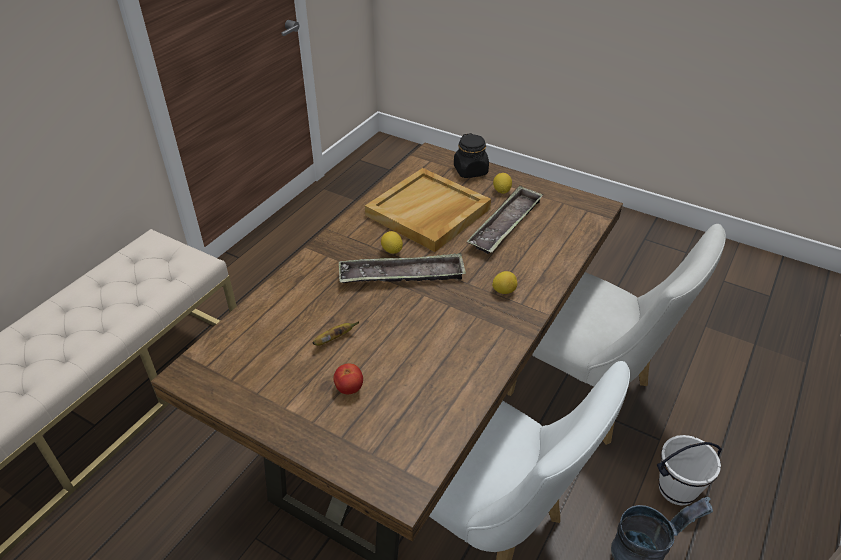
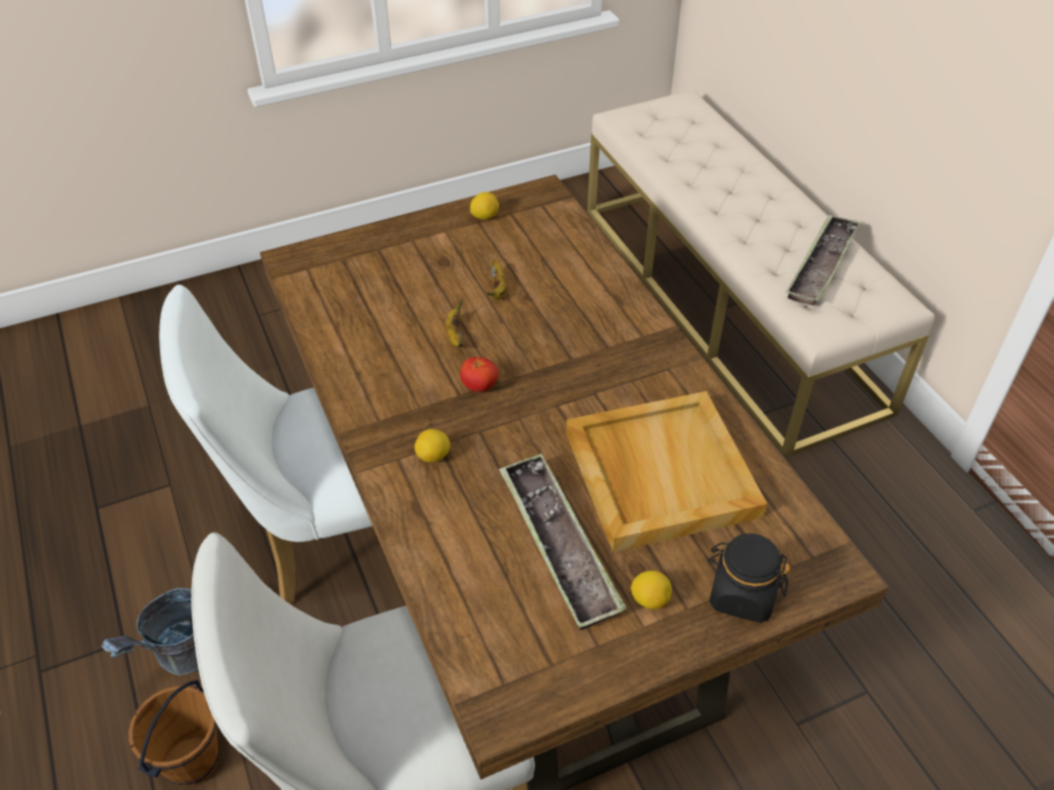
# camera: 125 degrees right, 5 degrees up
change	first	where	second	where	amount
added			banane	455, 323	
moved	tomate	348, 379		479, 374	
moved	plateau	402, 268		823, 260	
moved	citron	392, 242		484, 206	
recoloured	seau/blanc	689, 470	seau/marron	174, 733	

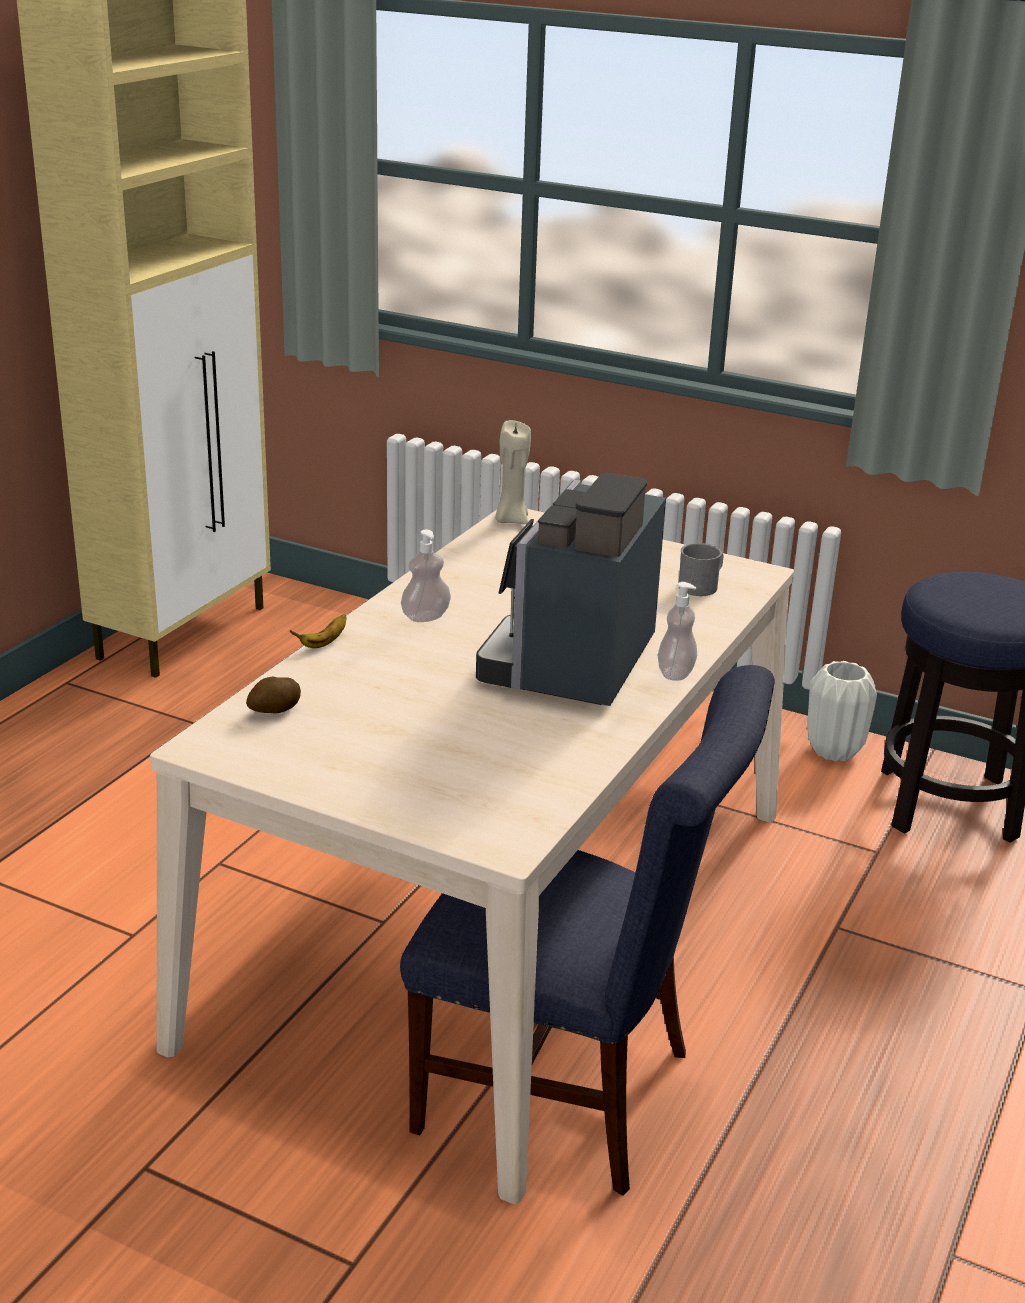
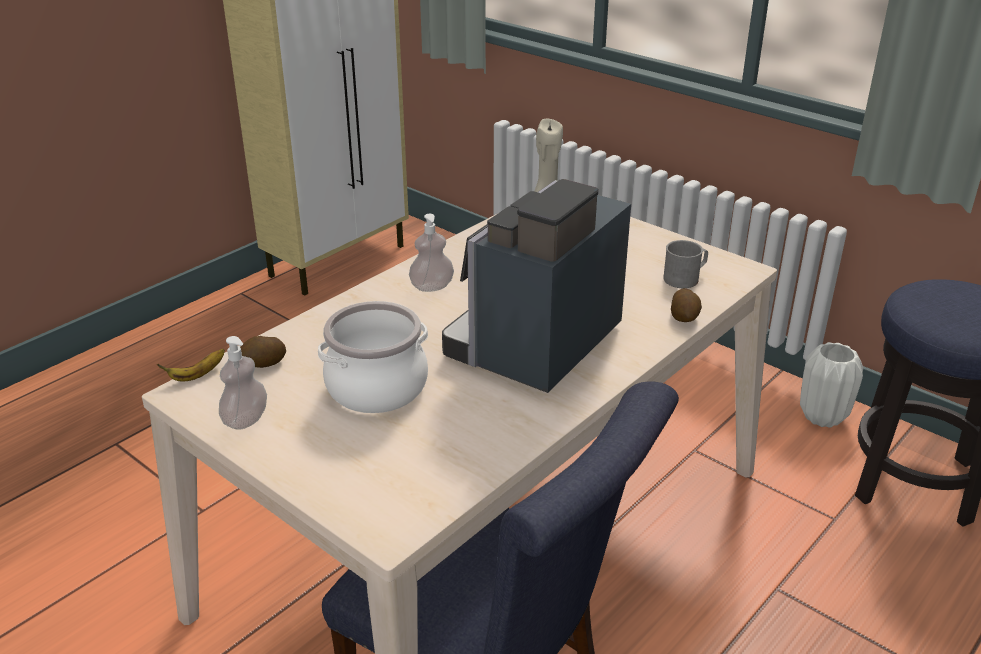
# camera: 15 degrees right, 5 degrees up
change	first	where	second	where	amount
added			marmite	373, 357	
added			pomme de terre	686, 305	
moved	banane	318, 631		191, 365	
moved	distributeur de savon	677, 631		243, 383	

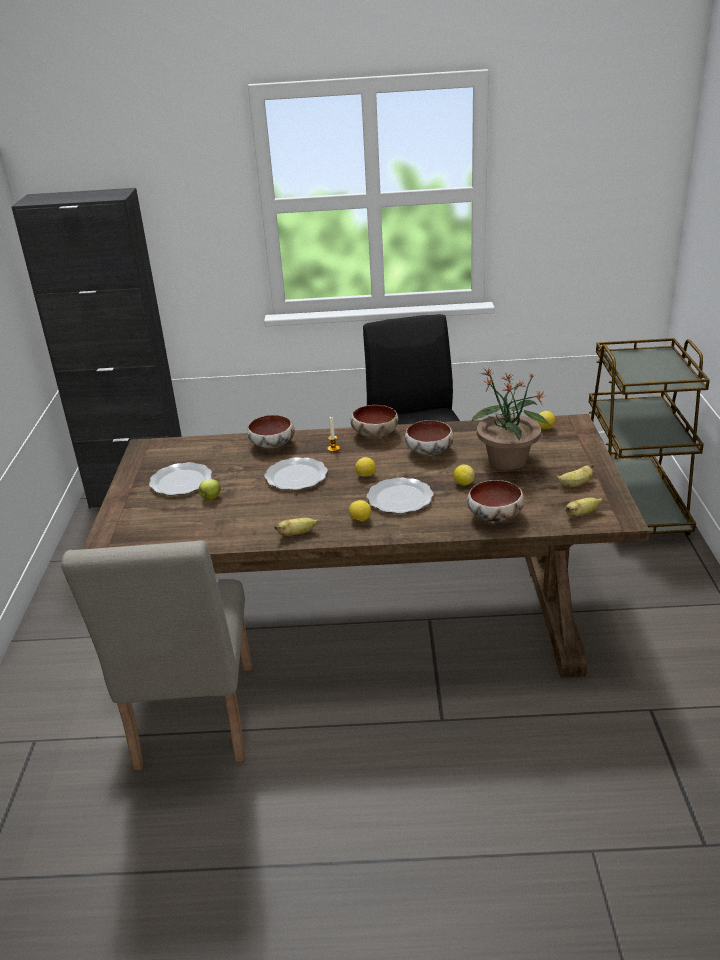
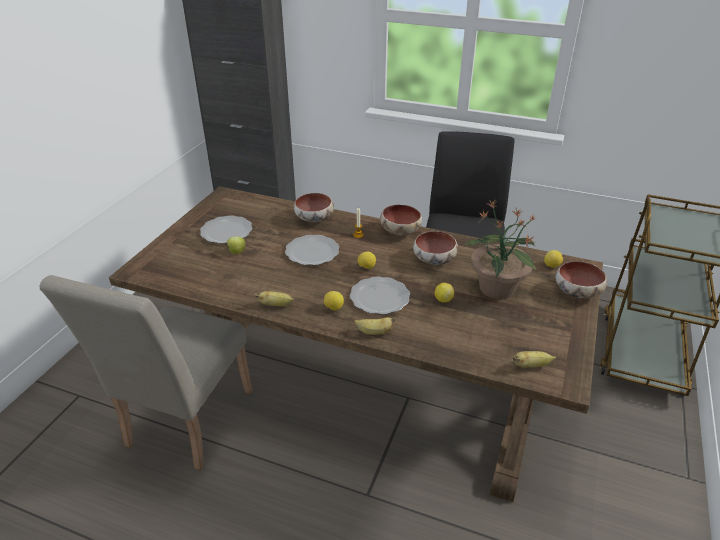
# camera: 20 degrees right, 5 degrees up
change	first	where	second	where	amount
moved	bol	496, 500		581, 279	
moved	banane	574, 475		375, 326	

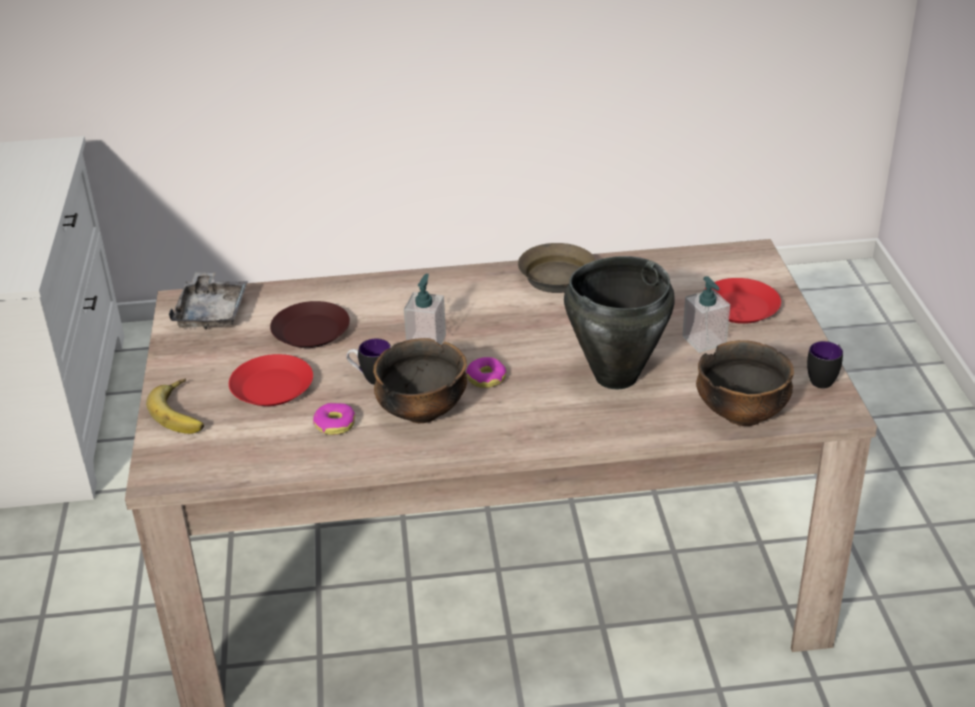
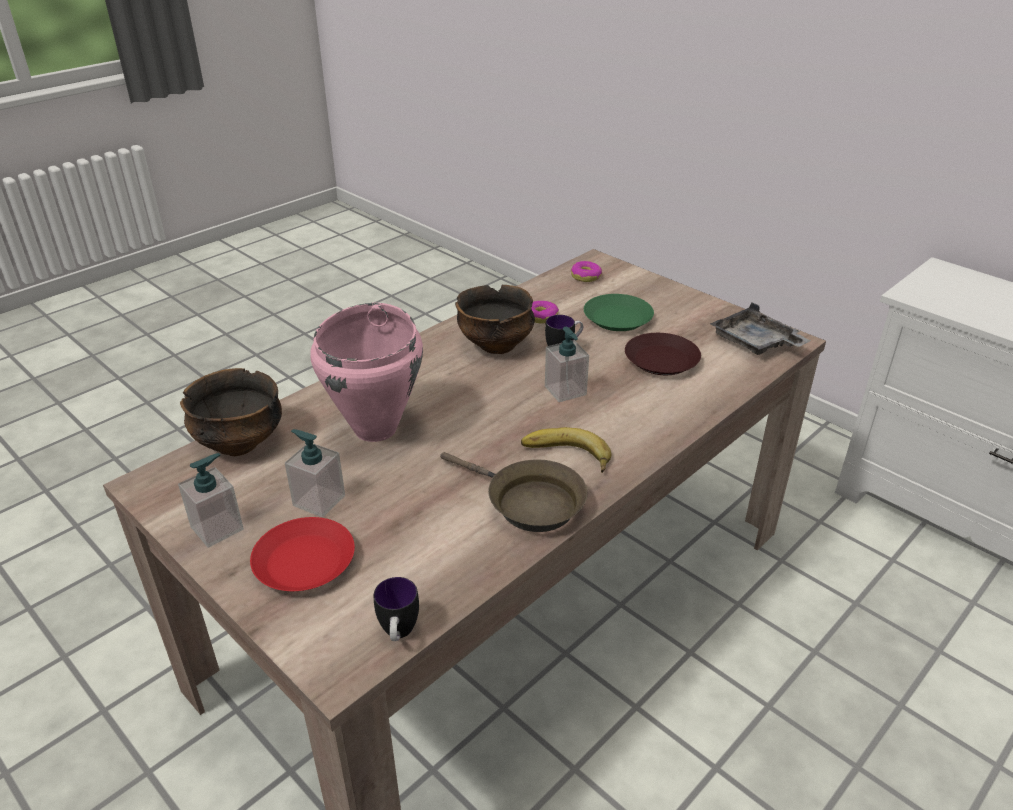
# camera: 140 degrees right, 0 degrees up
change	first	where	second	where	amount
added			distributeur de savon	211, 500	
moved	banane	175, 406		566, 450	
moved	beignet	486, 372		586, 271	
moved	mug	825, 364		396, 609	
recoloured	assiette/rouge	271, 380	assiette/vert	619, 312	
recoloured	marmite/noir	619, 322	marmite/rose	366, 372	

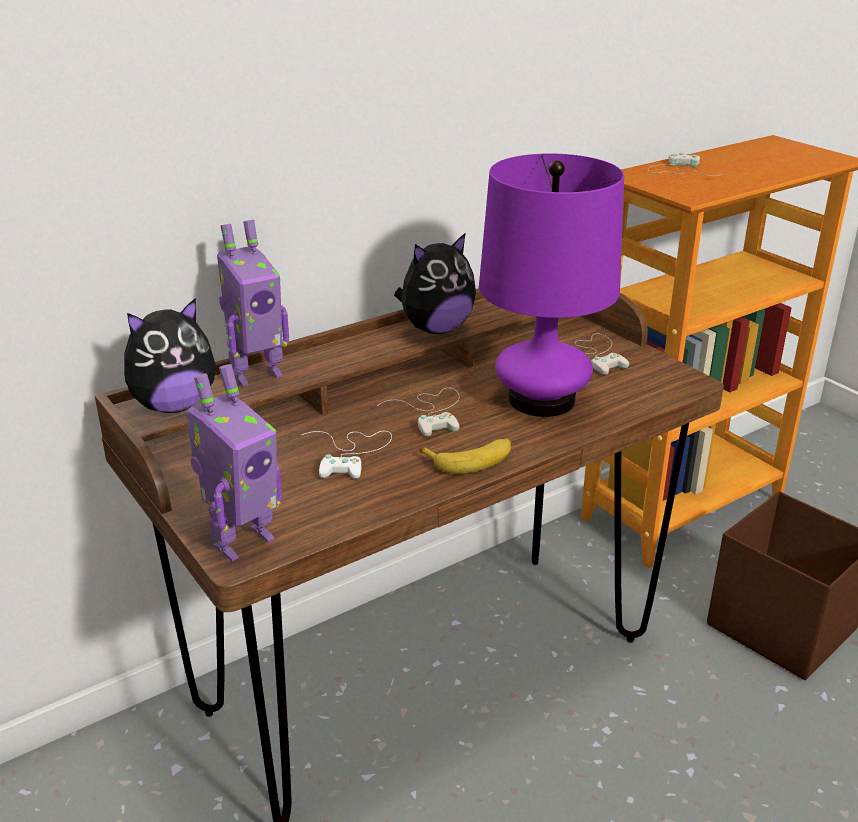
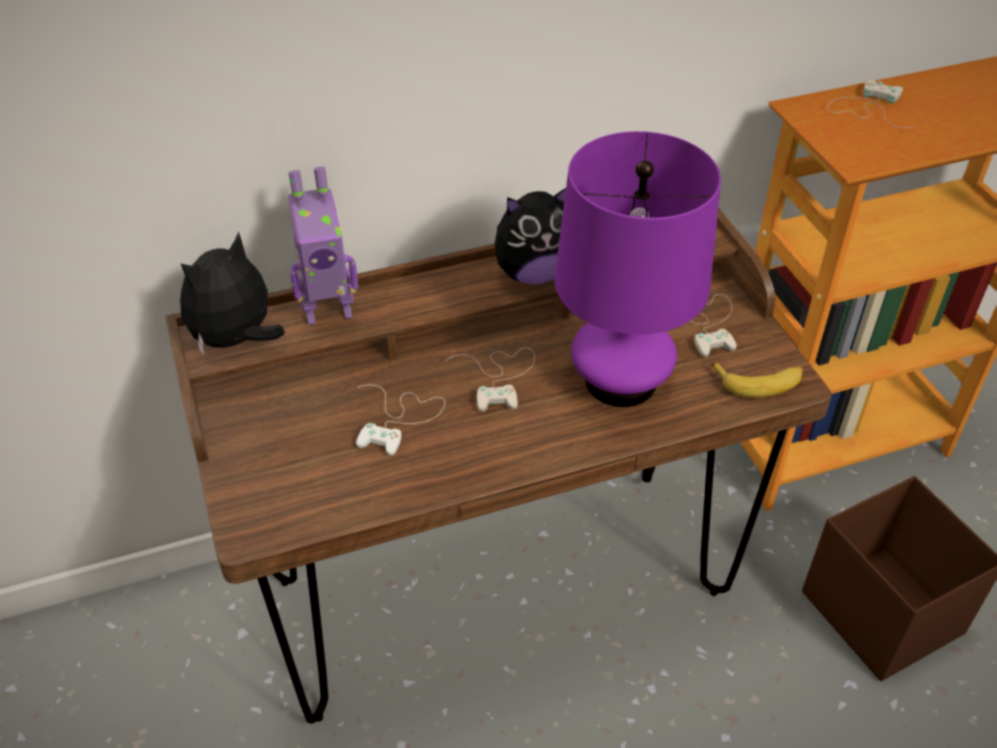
# camera: 15 degrees right, 15 degrees up
change	first	where	second	where	amount
removed	robot jouet	234, 462			
moved	banane	465, 456		757, 380	
turned	peluche	170, 356		232, 294	150 degrees clockwise

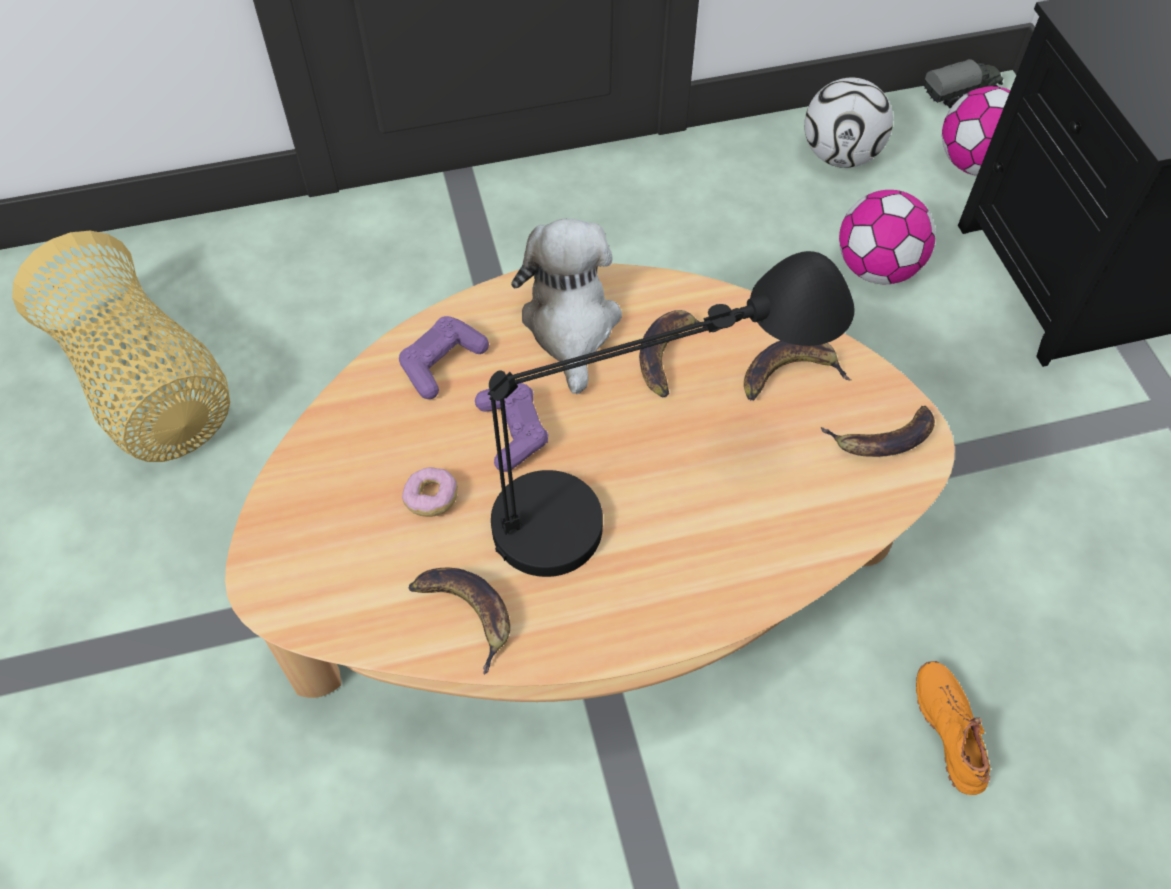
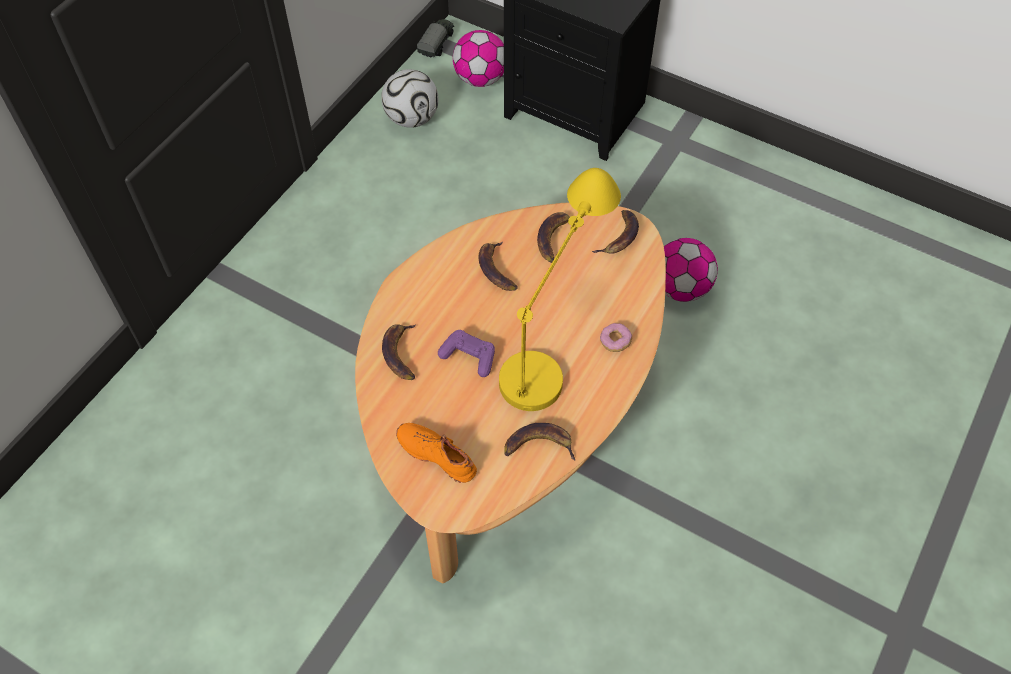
# camera: 45 degrees left, 0 degrees up
change	first	where	second	where	amount
removed	panier	121, 346			
removed	peluche	566, 306			
moved	beignet	430, 492		616, 337	
moved	ballon de foot	887, 237		691, 270	
moved	chaussure/orange	953, 728		436, 453	
replaced	manette/violet	444, 357	banane	399, 352	
recoloured	lampe de table/noir	671, 414	lampe de table/jaune	560, 289	

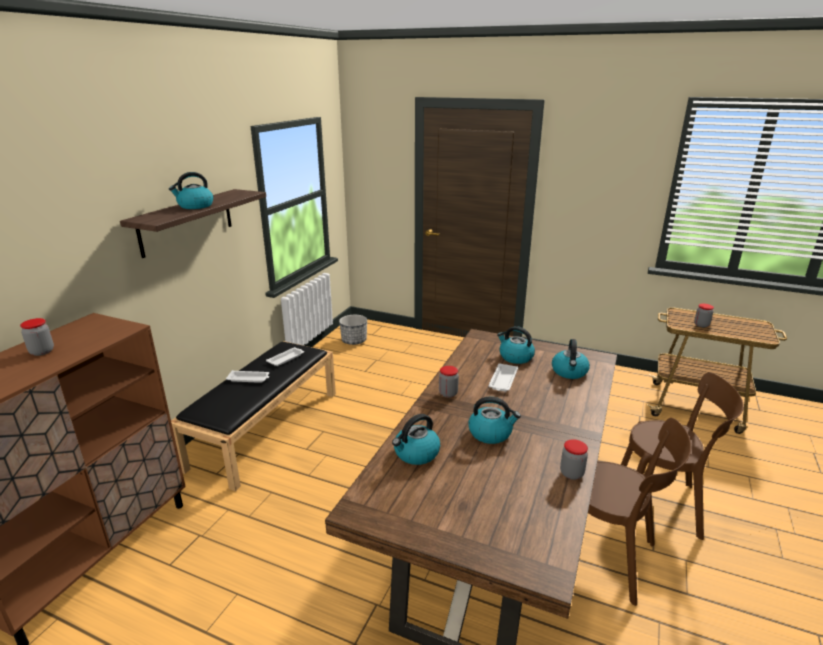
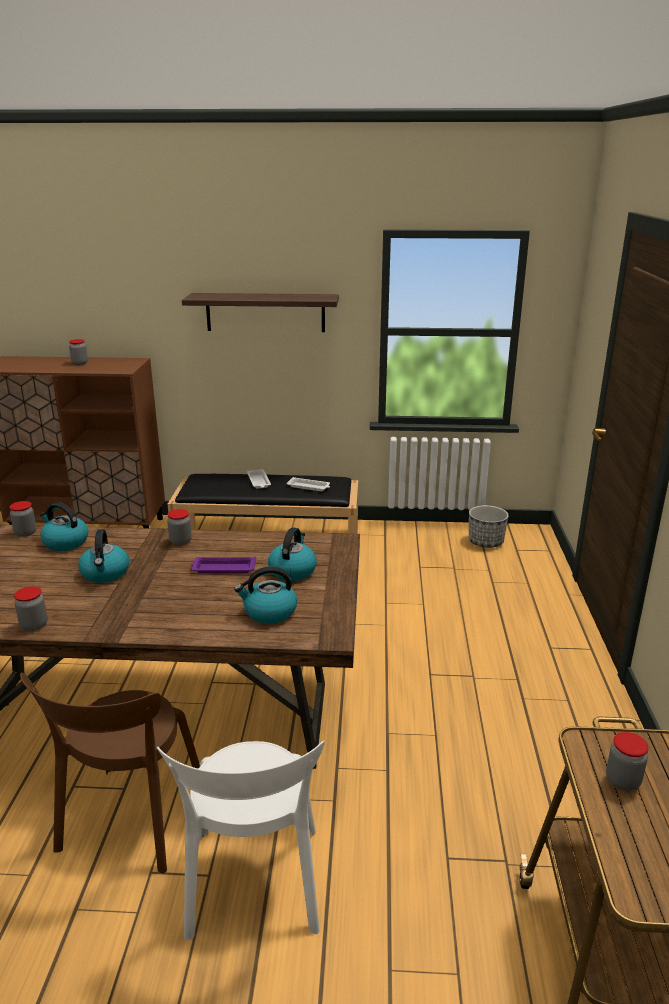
# camera: 70 degrees right, 0 degrees up
change	first	where	second	where	amount
removed	bouilloire	191, 190			
added			bocal	22, 519	
recoloured	plateau/blanc	503, 377	plateau/violet	223, 565	
recoloured	chaise/marron	682, 456	chaise/blanc	241, 840	

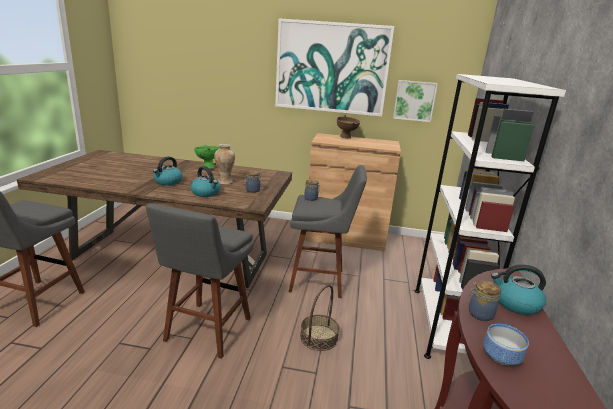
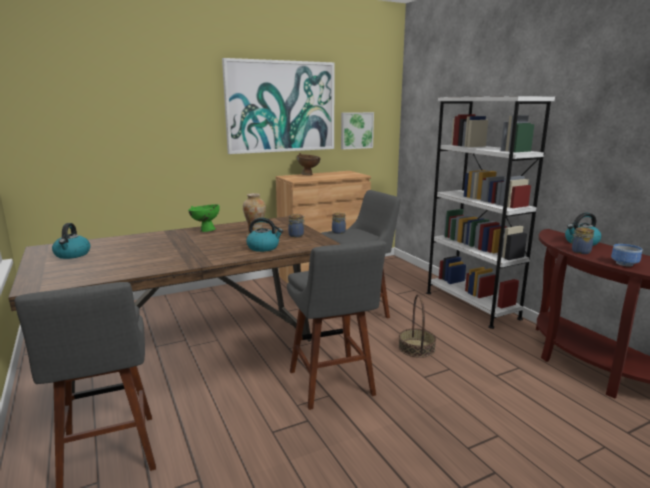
# camera: 35 degrees left, 5 degrees down
change	first	where	second	where	amount
moved	bouilloire	168, 171		71, 241	

